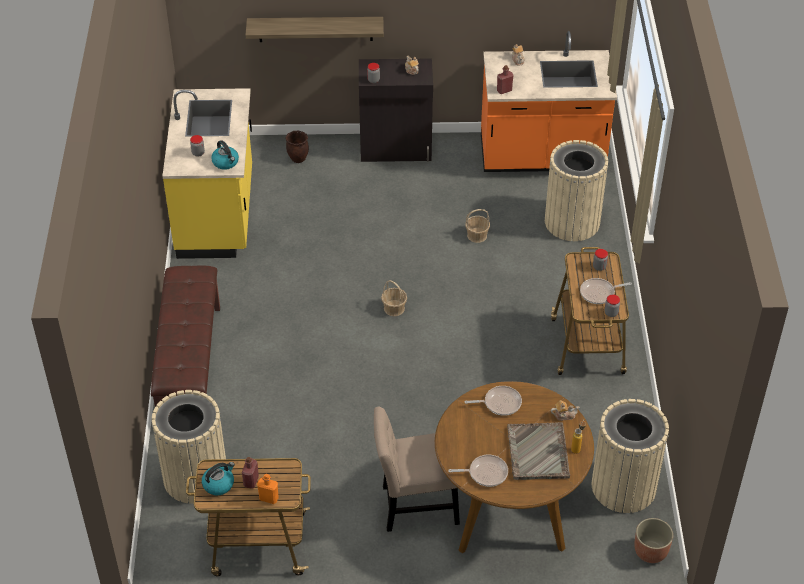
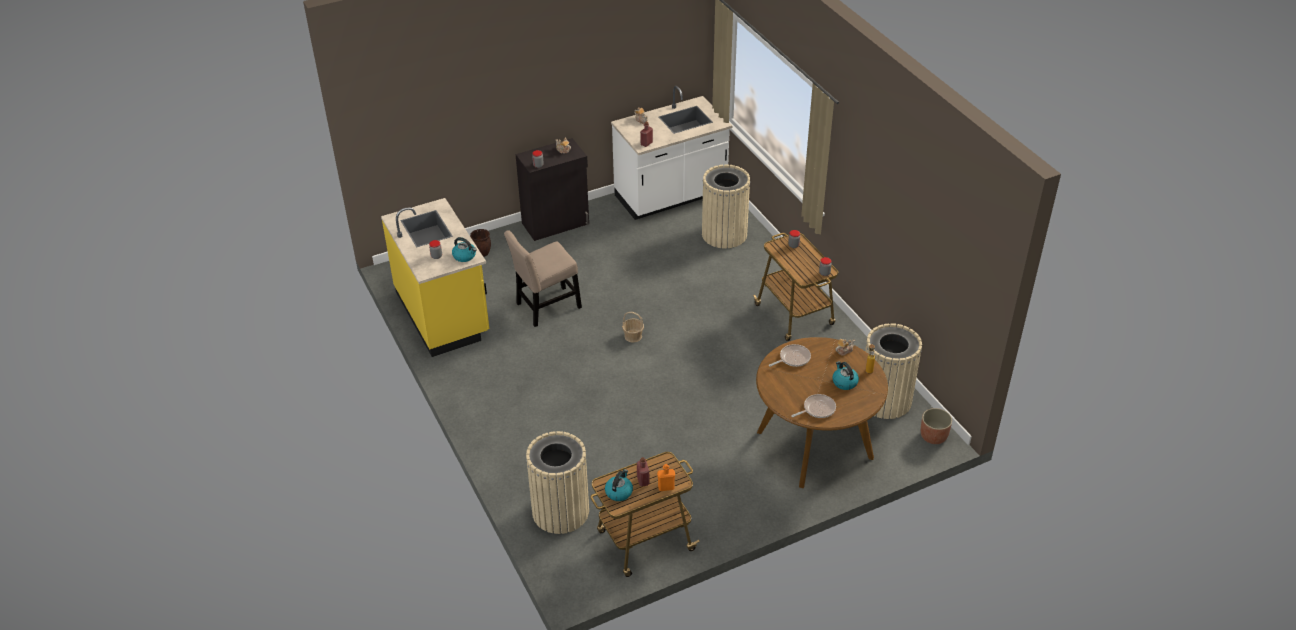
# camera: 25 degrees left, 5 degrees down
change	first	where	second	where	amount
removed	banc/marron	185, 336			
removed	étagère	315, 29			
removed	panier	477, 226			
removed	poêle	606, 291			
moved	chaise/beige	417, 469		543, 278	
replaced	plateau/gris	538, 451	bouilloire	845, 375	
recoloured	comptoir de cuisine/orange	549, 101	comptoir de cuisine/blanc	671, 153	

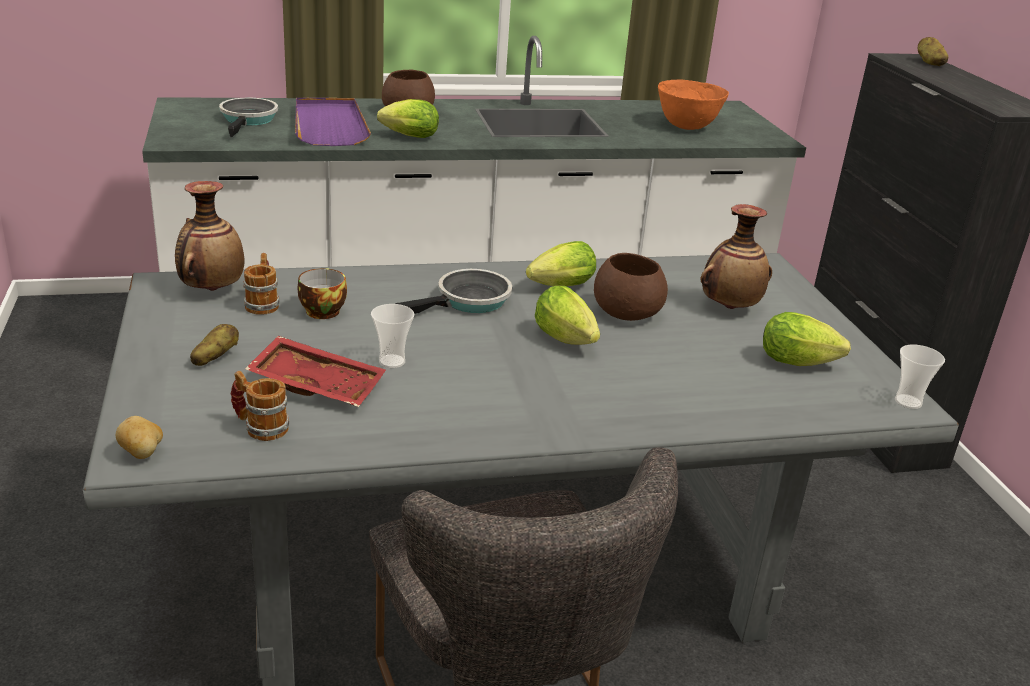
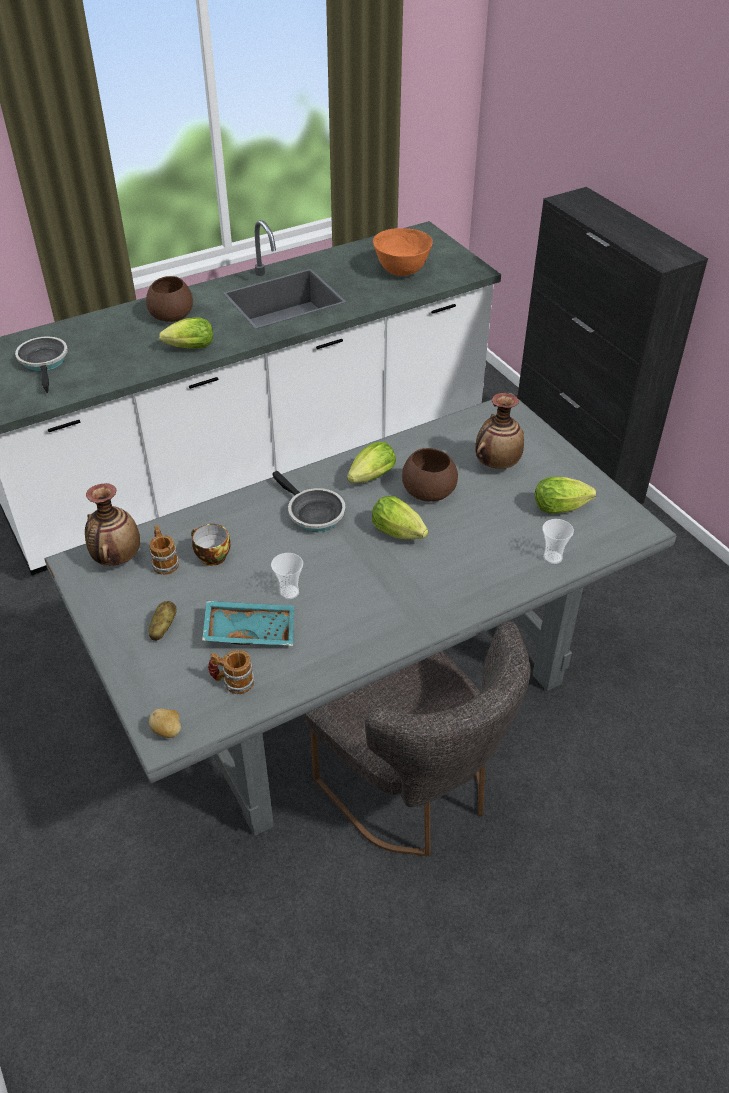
# camera: 15 degrees left, 15 degrees up
change	first	where	second	where	amount
removed	plateau/violet	333, 122			
removed	pomme de terre	933, 51			
moved	tasse	920, 377		558, 541	
recoloured	plateau/rouge	315, 371	plateau/turquoise	248, 623	
turned	poêle	454, 291		309, 501	105 degrees clockwise

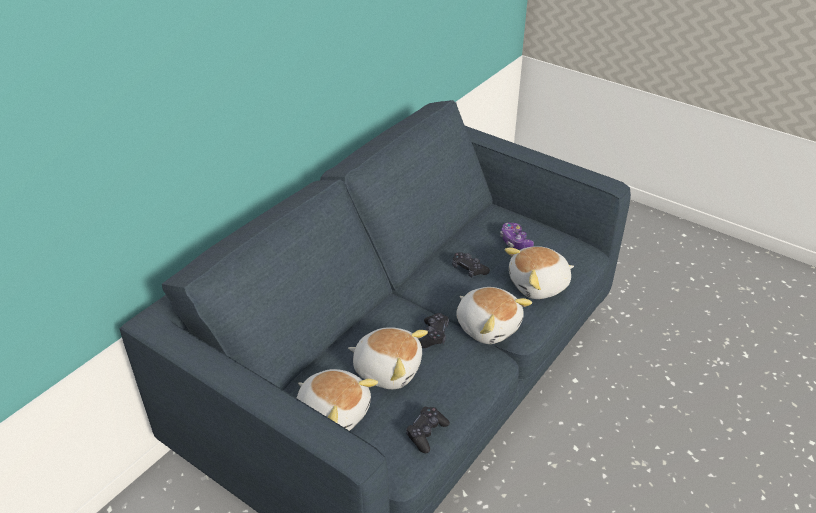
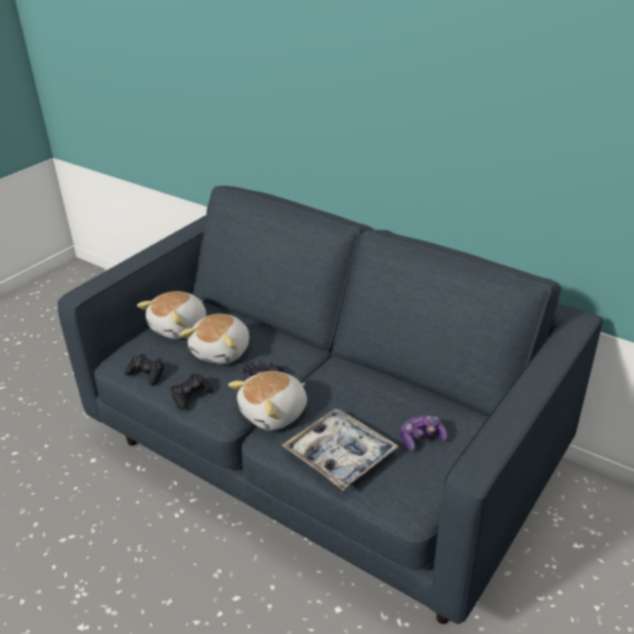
# camera: 90 degrees right, 5 degrees down
change	first	where	second	where	amount
moved	manette/noir	471, 264		191, 392	
replaced	peluche	539, 272	plateau	340, 450	

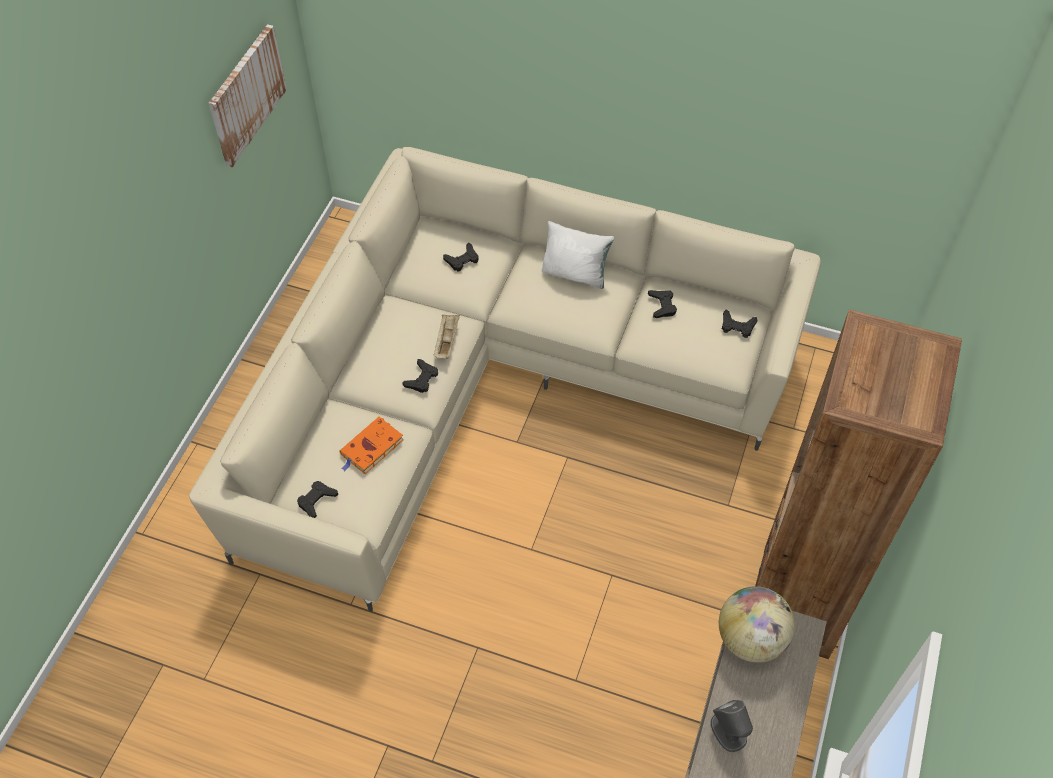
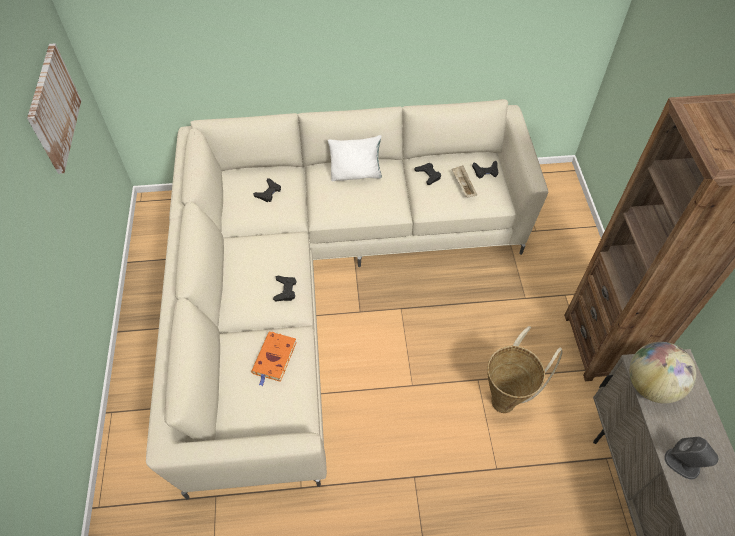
# camera: 25 degrees left, 0 degrees up
change	first	where	second	where	amount
removed	manette/noir	317, 499			
added			panier	525, 369	
moved	plateau/beige	447, 336		464, 181	

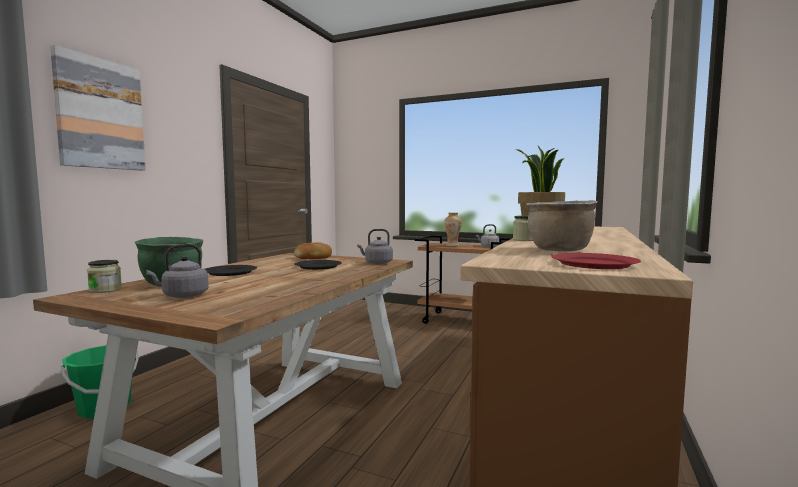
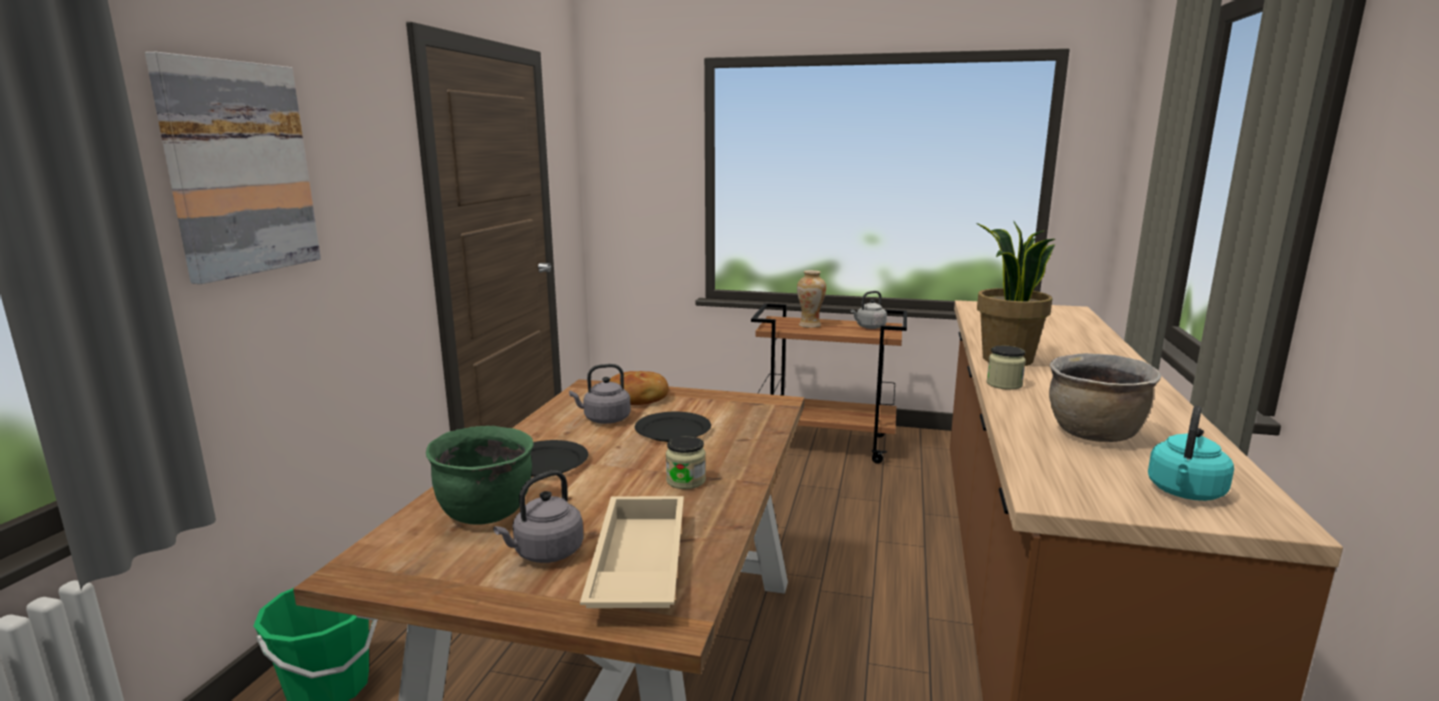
# camera: 10 degrees left, 10 degrees up
change	first	where	second	where	amount
added			plateau/beige	632, 552	
moved	bocal	104, 276		686, 462	
moved	bouilloire/gris	375, 246		600, 394	
replaced	assiette/rouge	596, 261	bouilloire/turquoise	1191, 453	

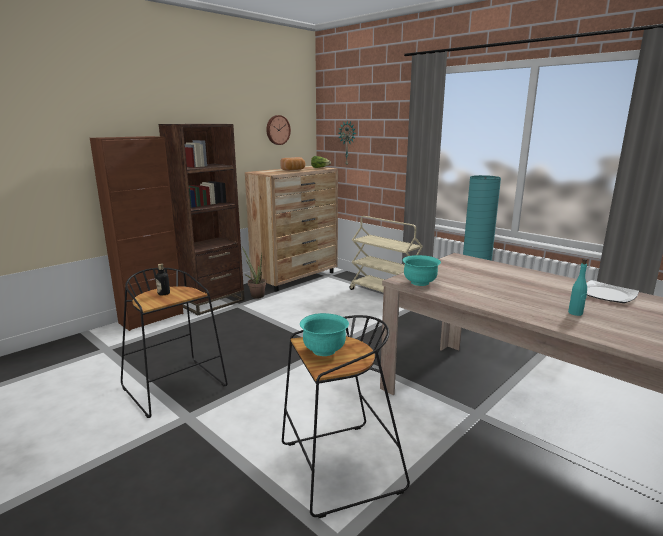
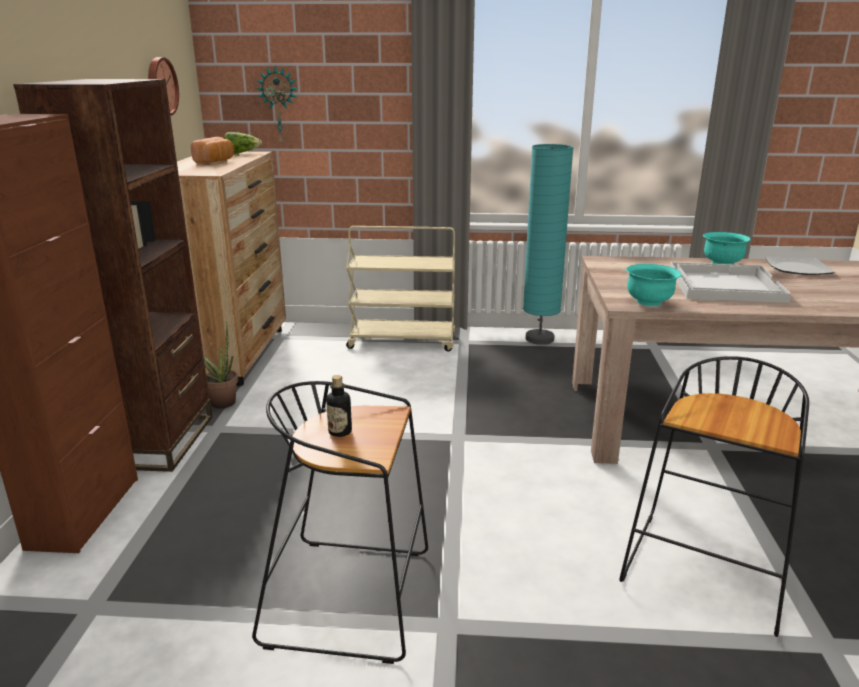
# camera: 40 degrees left, 5 degrees up
change	first	where	second	where	amount
removed	bouteille/turquoise	577, 287			
added			plateau/blanc	730, 282	
moved	bol/turquoise	324, 334		727, 248	

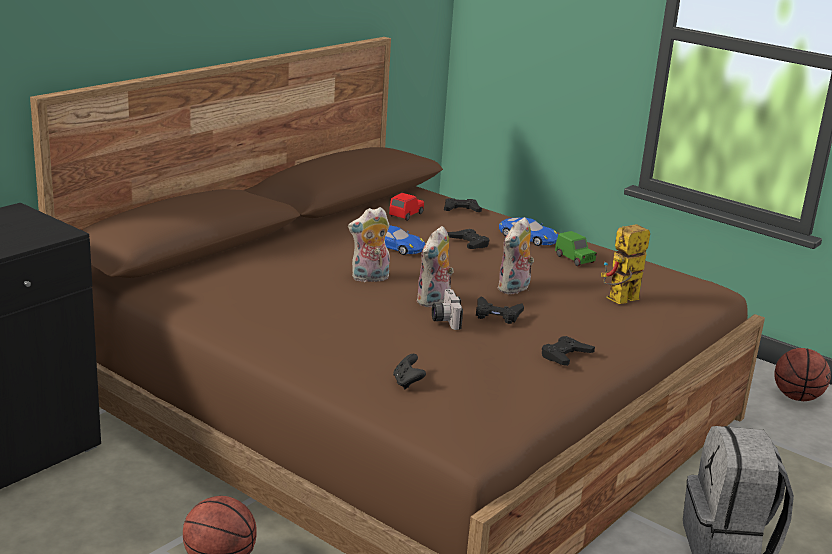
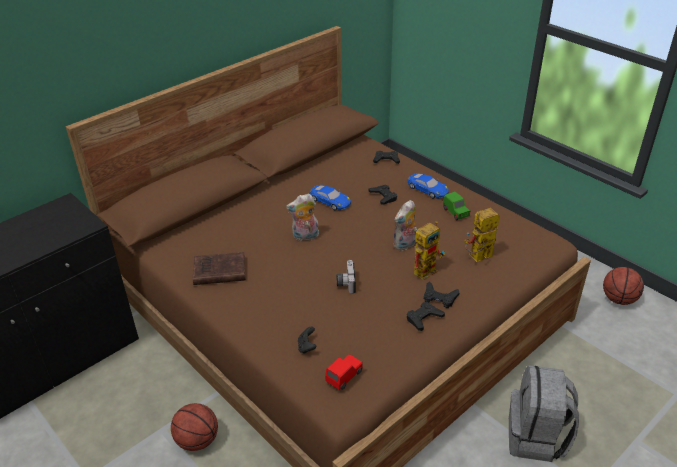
# camera: 10 degrees right, 15 degrees up
change	first	where	second	where	amount
removed	peluche	435, 267			
added			livre/marron	219, 268	
added			robot jouet	429, 250	
moved	petite voiture/rouge	406, 207		344, 372	
moved	manette/noir	500, 310		441, 295	

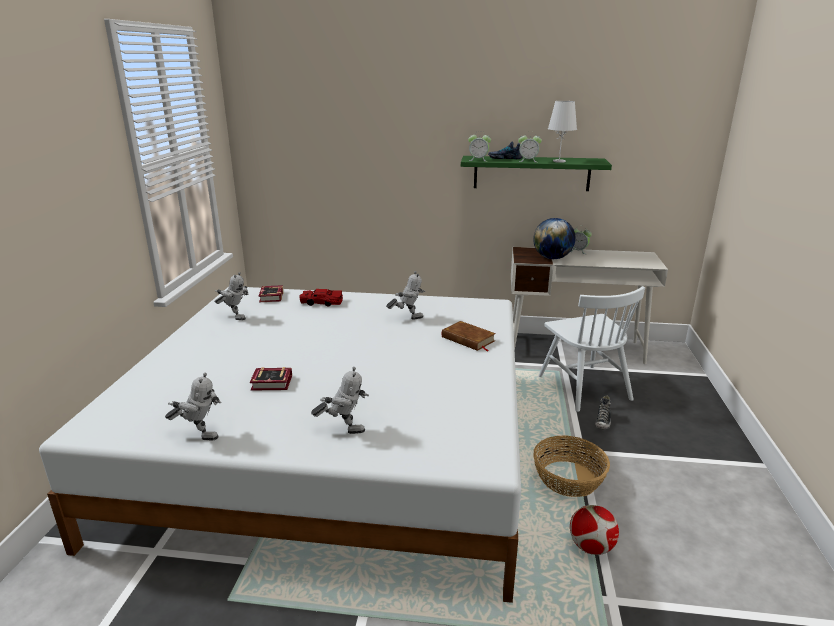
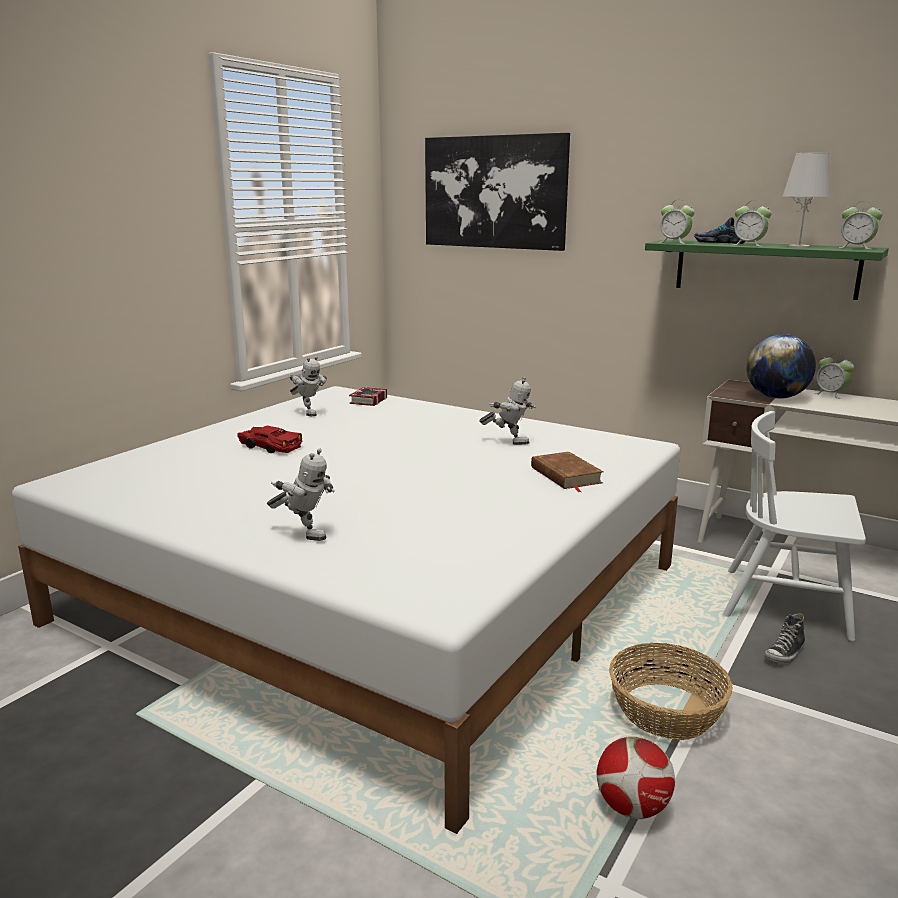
# camera: 25 degrees right, 5 degrees down
change	first	where	second	where	amount
removed	robot jouet	193, 406			
removed	livre	271, 379			
added			tableau	497, 191	
added			réveil	861, 225	
moved	petite voiture/rouge	321, 297		270, 439	
turned	chaise/blanc	591, 349		794, 526	105 degrees clockwise

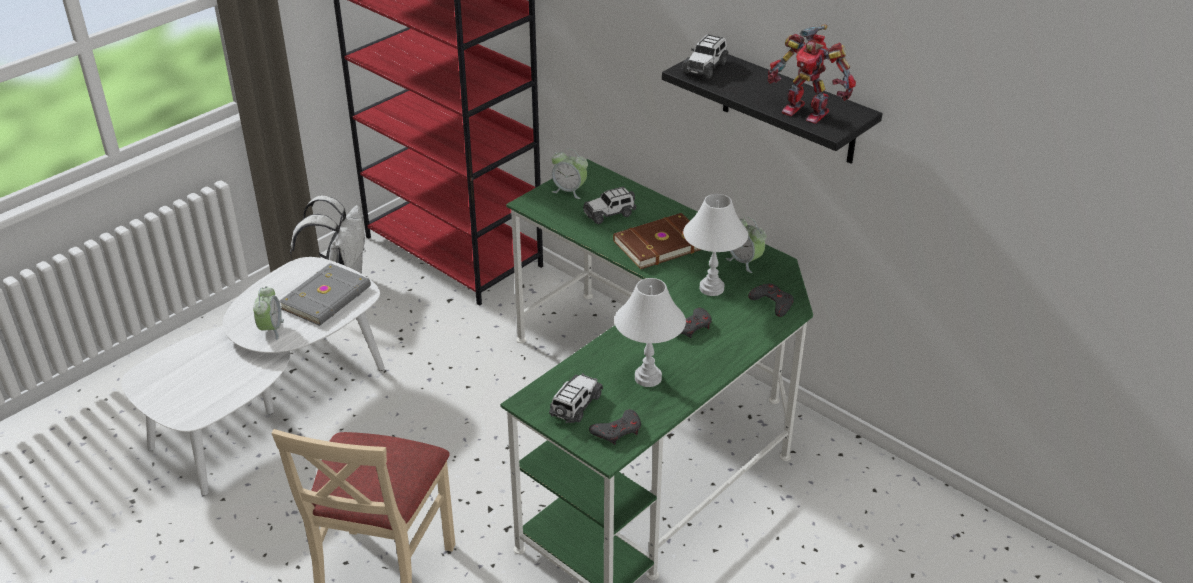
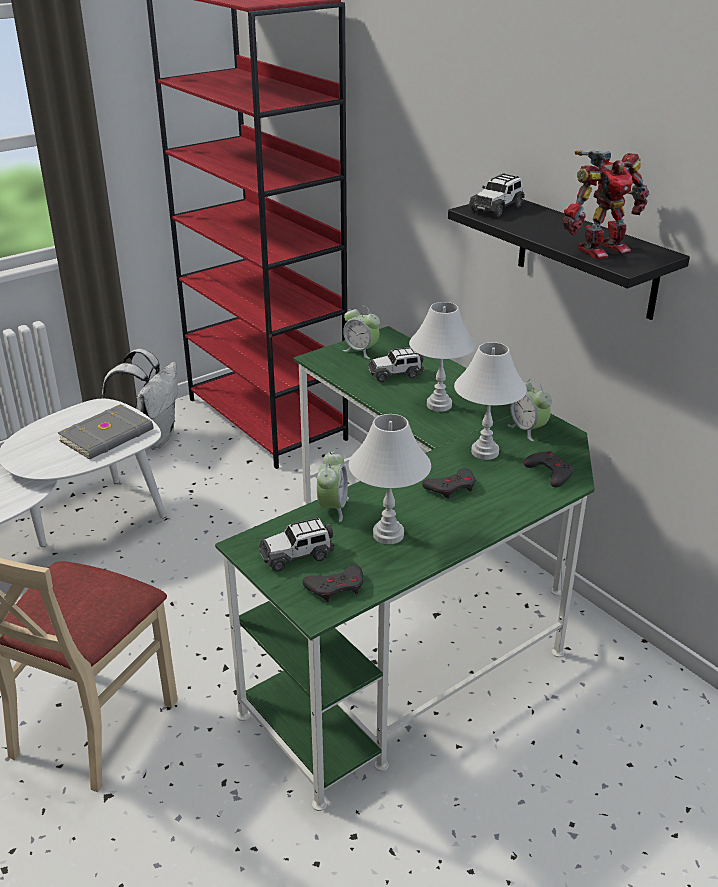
# camera: 10 degrees right, 5 degrees down
change	first	where	second	where	amount
moved	réveil	268, 313		333, 487	
replaced	livre/marron	657, 241	lampe de table/blanc	442, 357	
turned	petite voiture	576, 398		297, 545	150 degrees counterclockwise
turned	robot jouet	812, 74		605, 205	75 degrees counterclockwise

